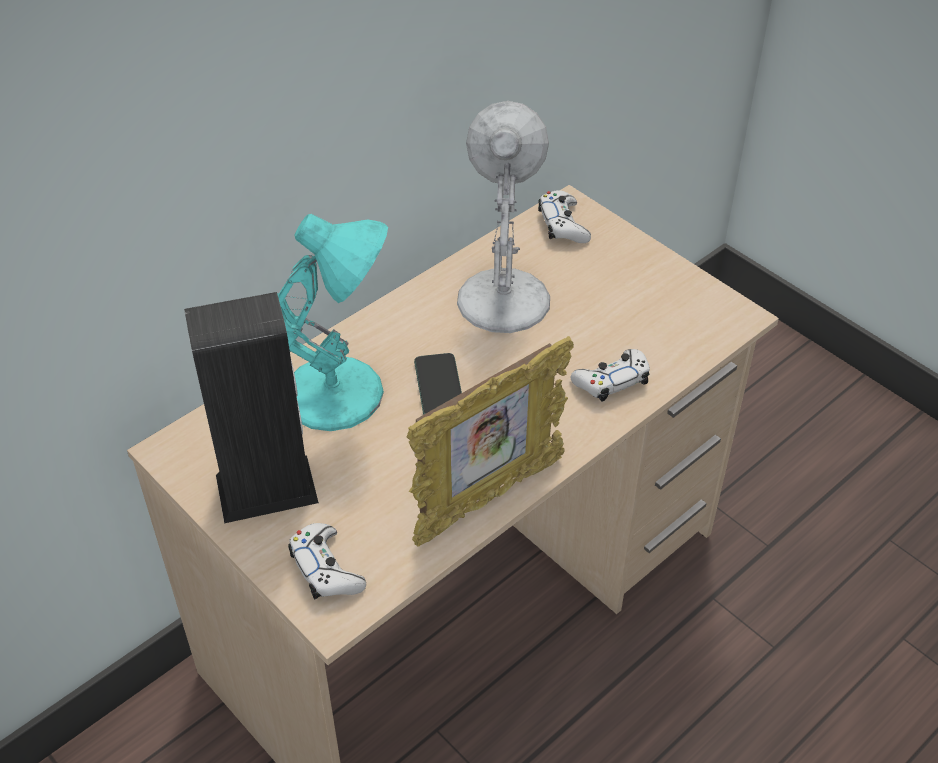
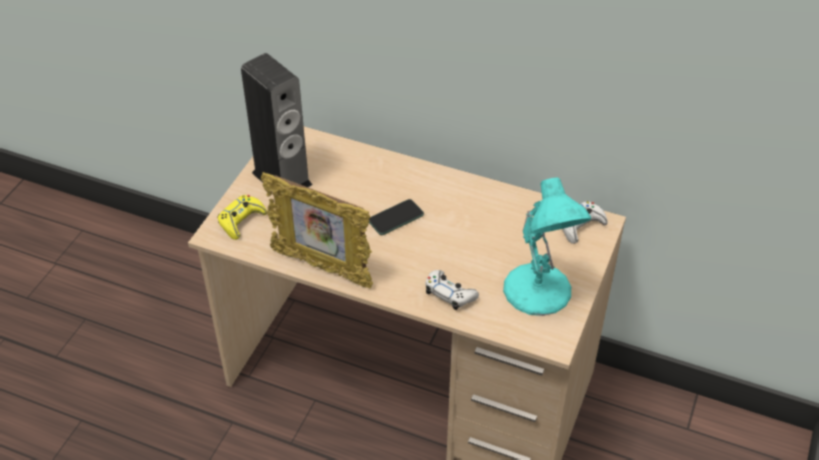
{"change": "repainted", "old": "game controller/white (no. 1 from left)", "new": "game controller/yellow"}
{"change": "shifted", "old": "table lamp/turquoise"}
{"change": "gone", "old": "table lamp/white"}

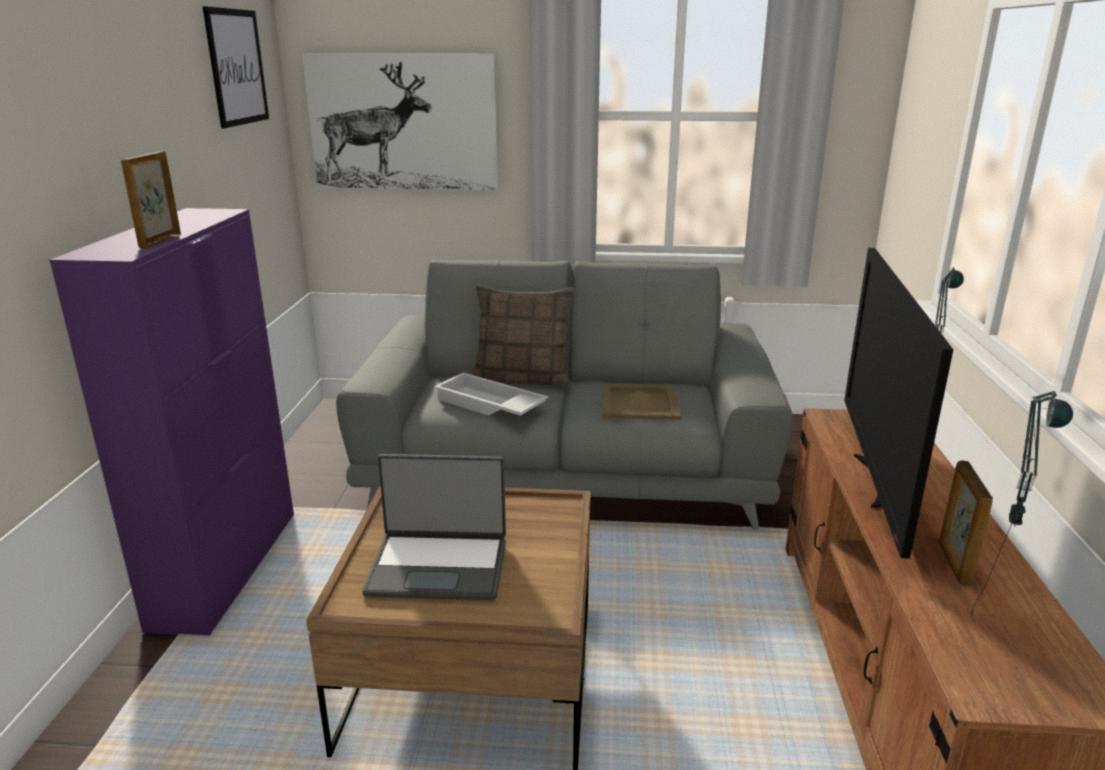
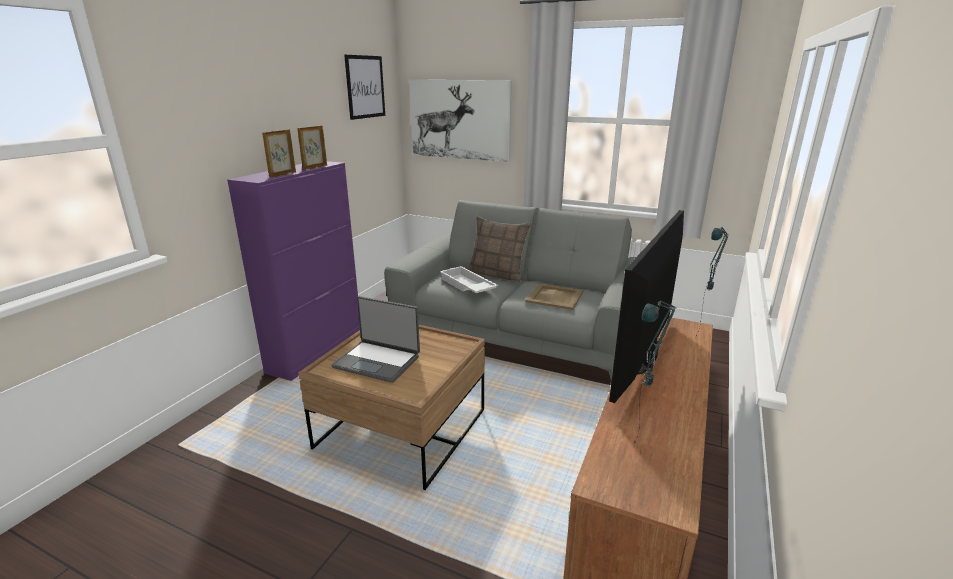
{"change": "shifted", "old": "picture frame (no. 2 from left)"}

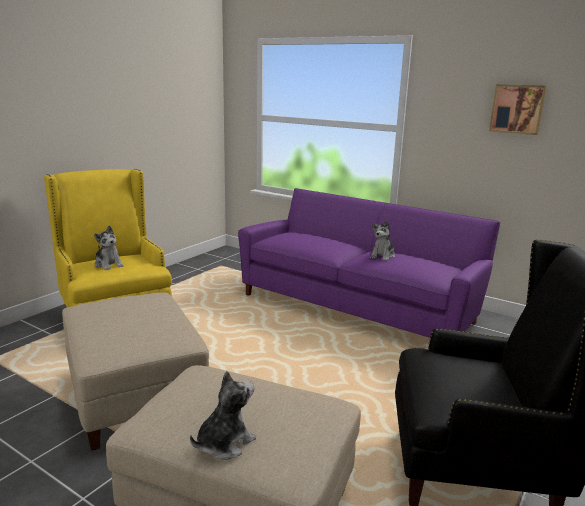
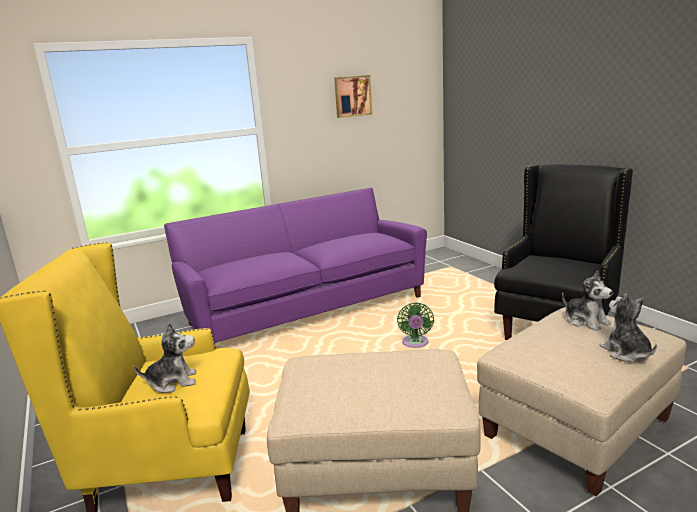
{"change": "new", "new": "fan/green"}
{"change": "shifted", "old": "plush toy (no. 3 from left in the first image)", "new": "plush toy (no. 2 from left)"}

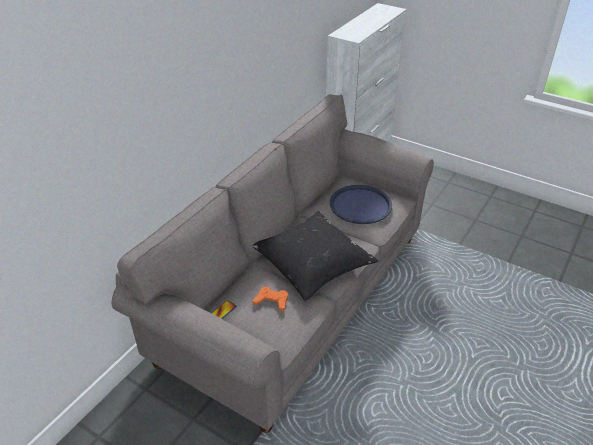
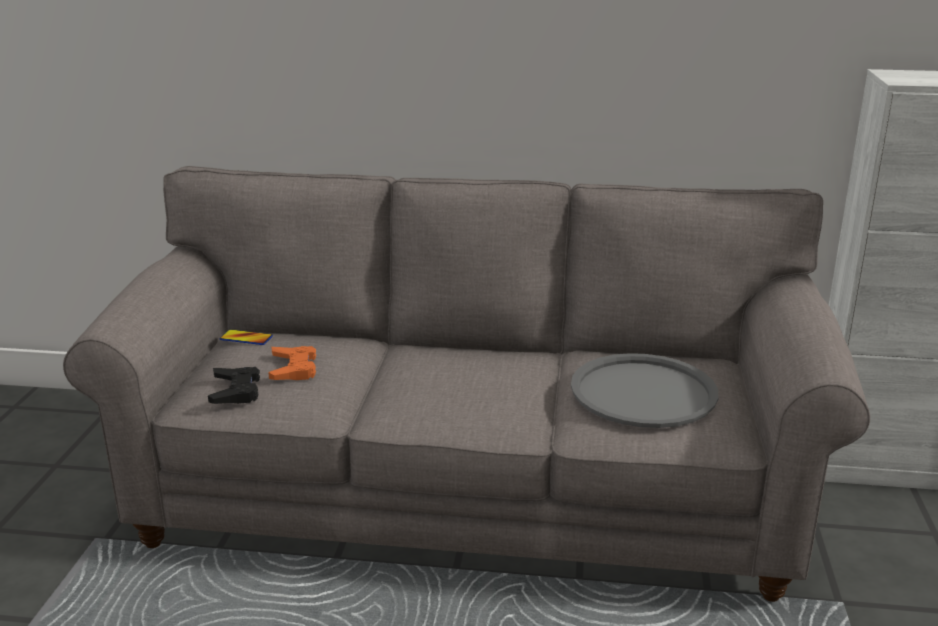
{"change": "new", "new": "game controller/black"}
{"change": "repainted", "old": "tray/blue", "new": "tray/grey"}
{"change": "gone", "old": "pillow/black"}

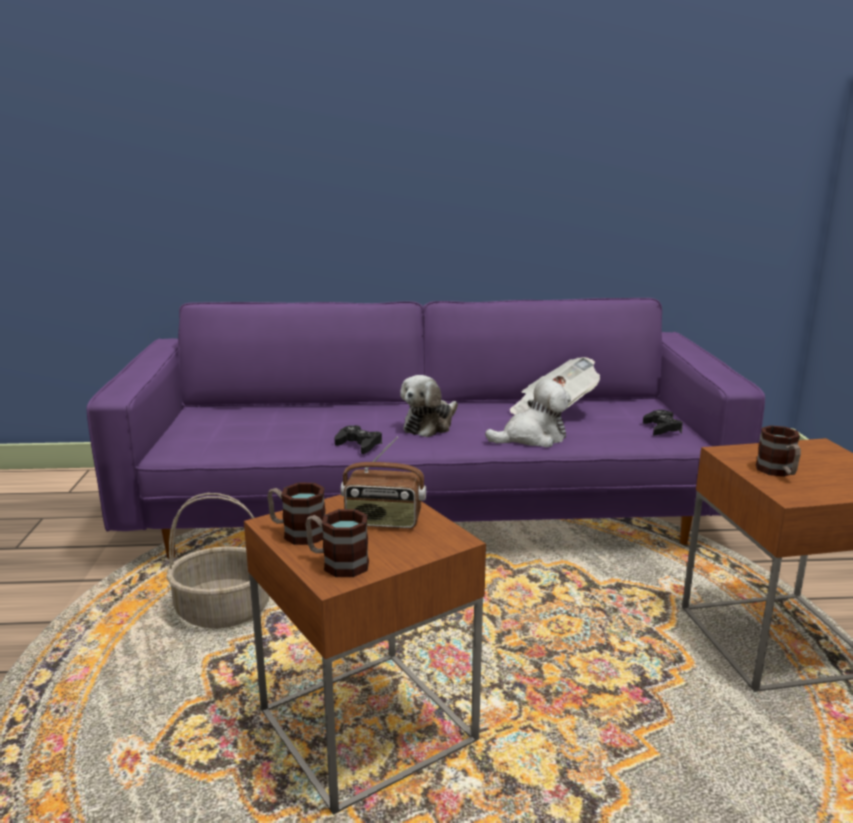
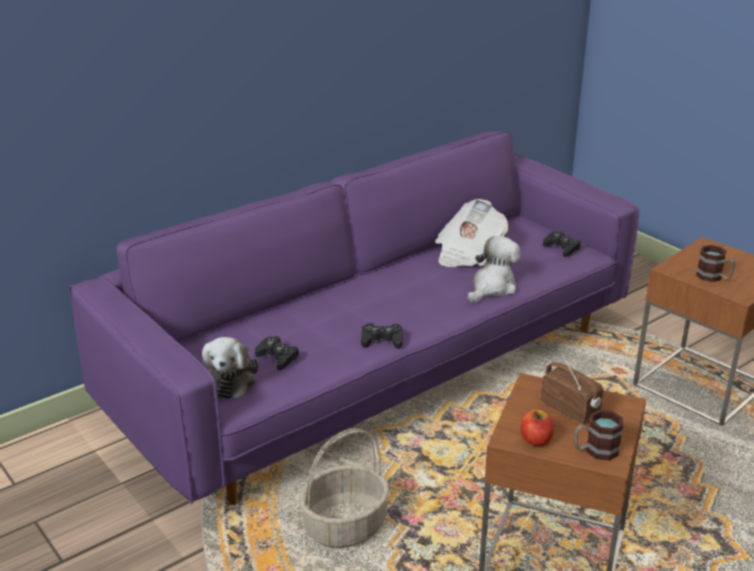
{"change": "shifted", "old": "plush toy (no. 1 from left)"}
{"change": "new", "new": "game controller/black (no. 1 from left)"}
{"change": "swapped", "old": "mug (no. 1 from left)", "new": "apple"}
{"change": "rotated", "old": "radio", "degrees": -105}

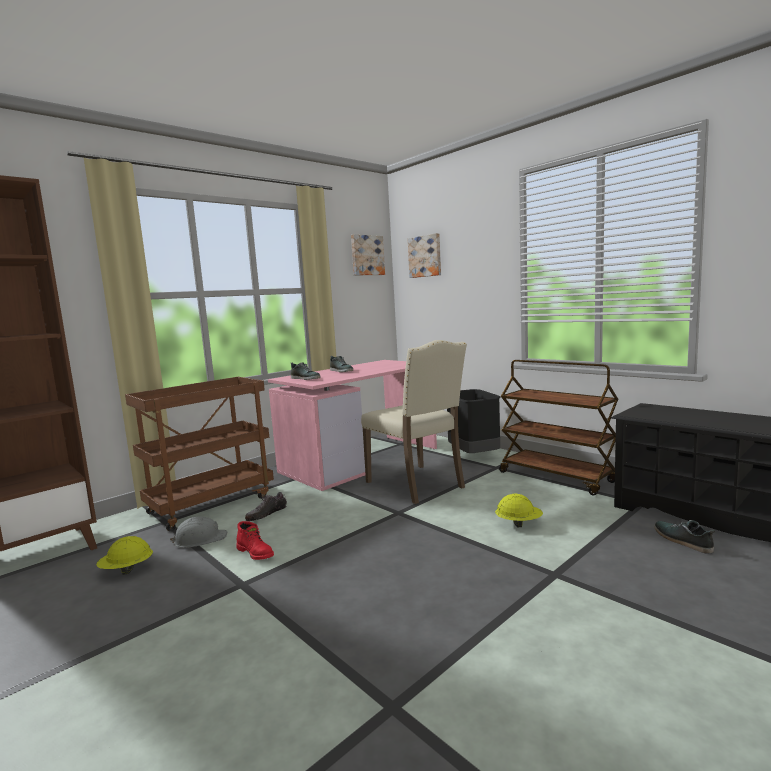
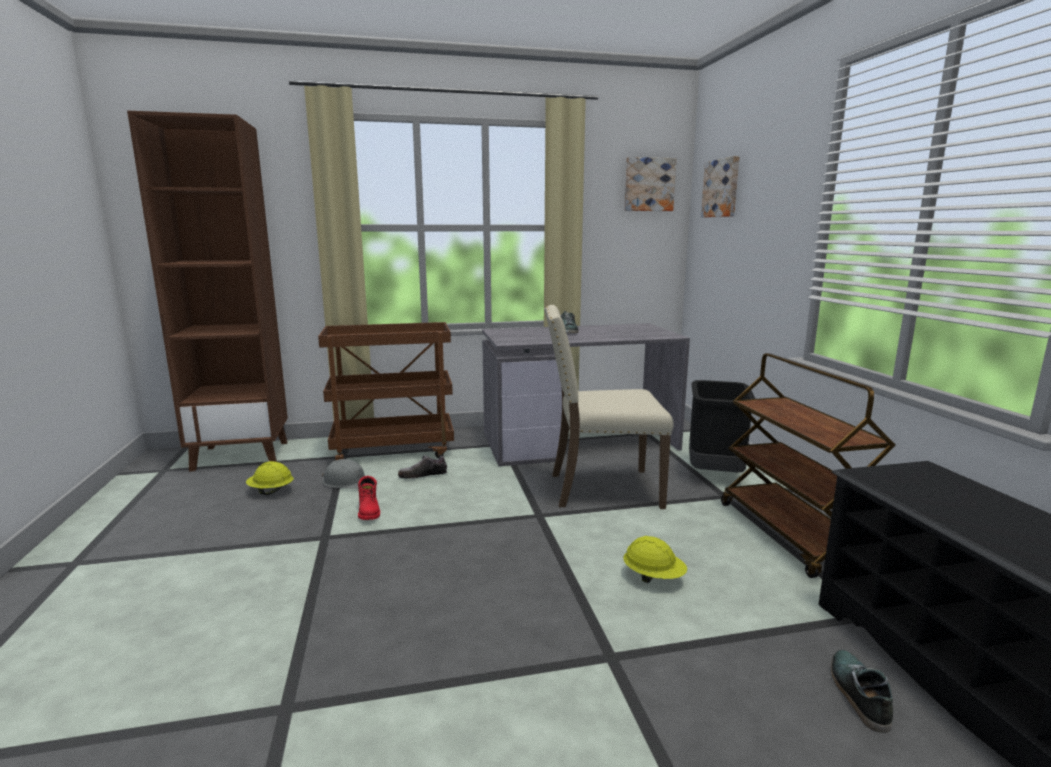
{"change": "repainted", "old": "desk/pink", "new": "desk/grey"}
{"change": "rotated", "old": "chair/beige", "degrees": 90}
{"change": "gone", "old": "shoe (no. 2 from left)"}

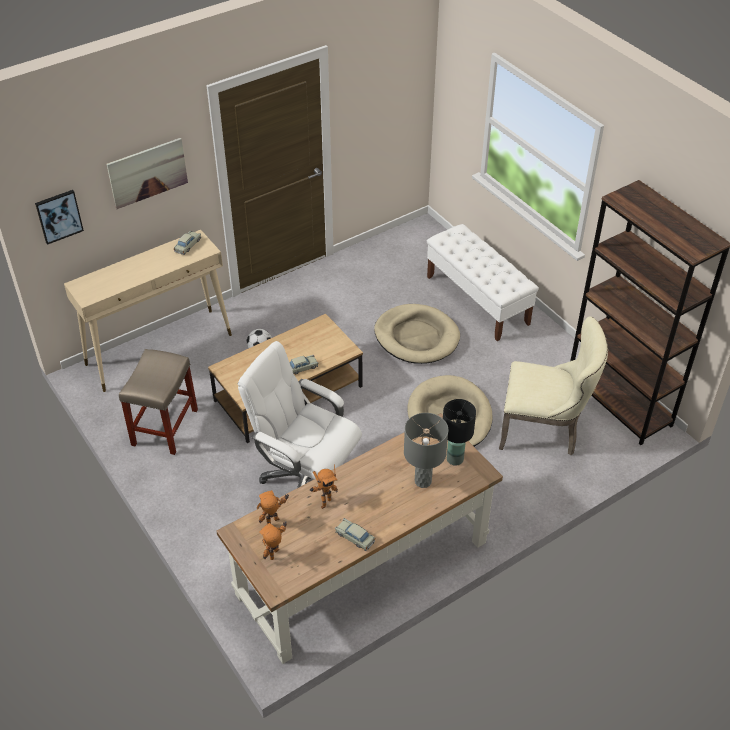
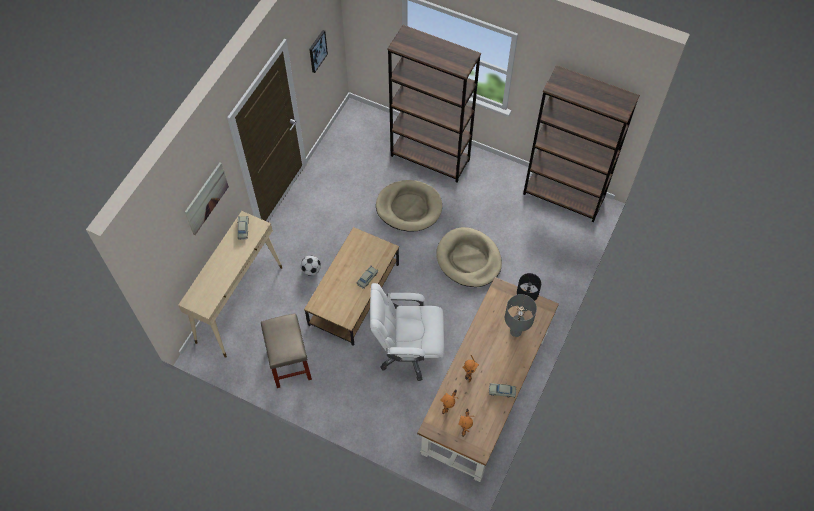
{"change": "shifted", "old": "picture (no. 1 from left in the first image)", "new": "picture (no. 2 from left)"}
{"change": "swapped", "old": "bench/white", "new": "bookcase/brown (no. 1 from left)"}
{"change": "gone", "old": "chair/beige"}

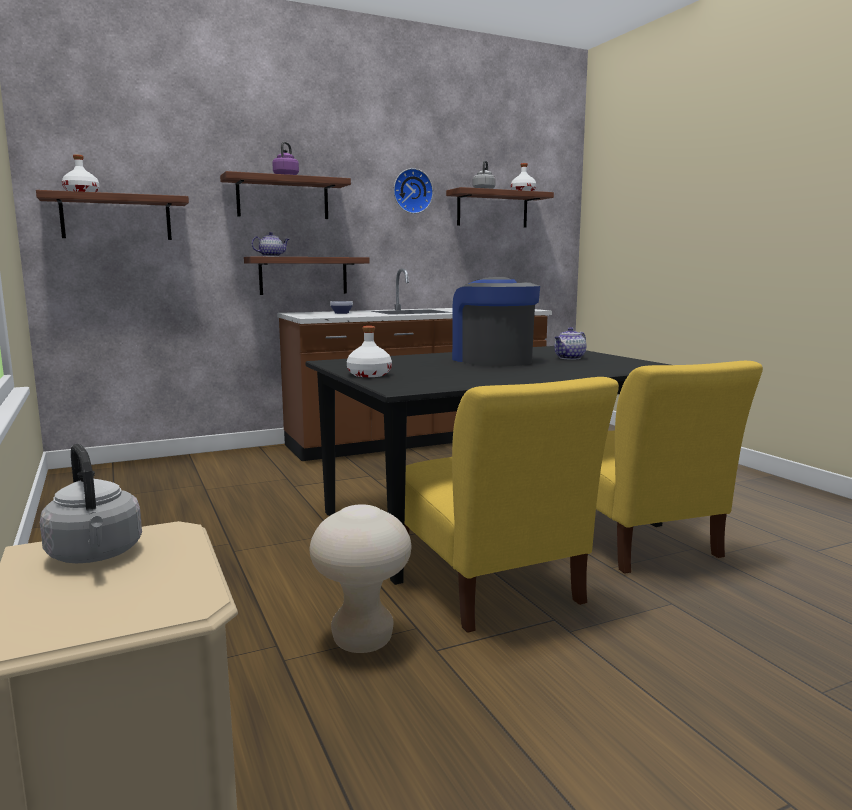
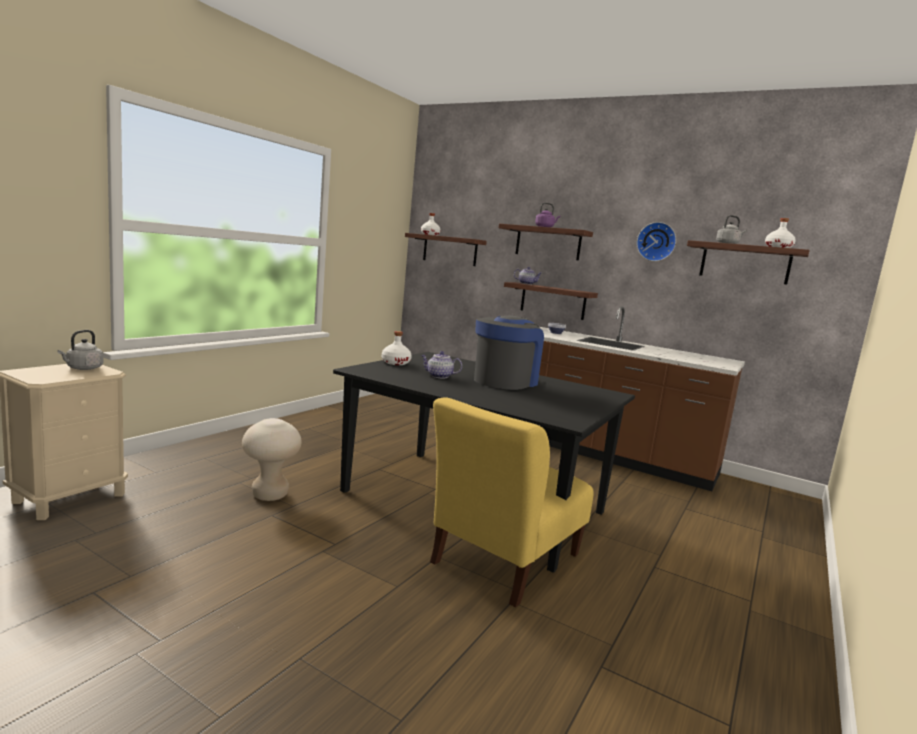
{"change": "shifted", "old": "teapot (no. 2 from left in the first image)", "new": "teapot (no. 1 from left)"}
{"change": "gone", "old": "chair/yellow (no. 1 from left)"}

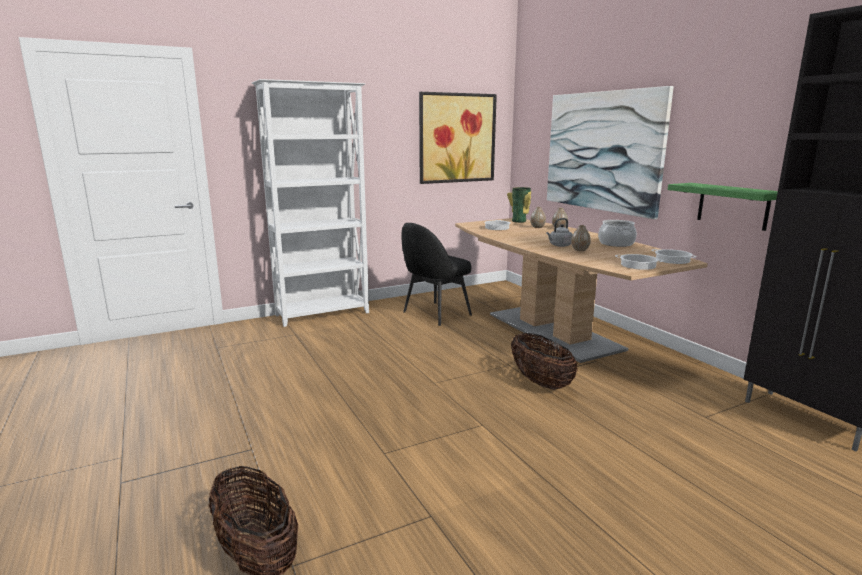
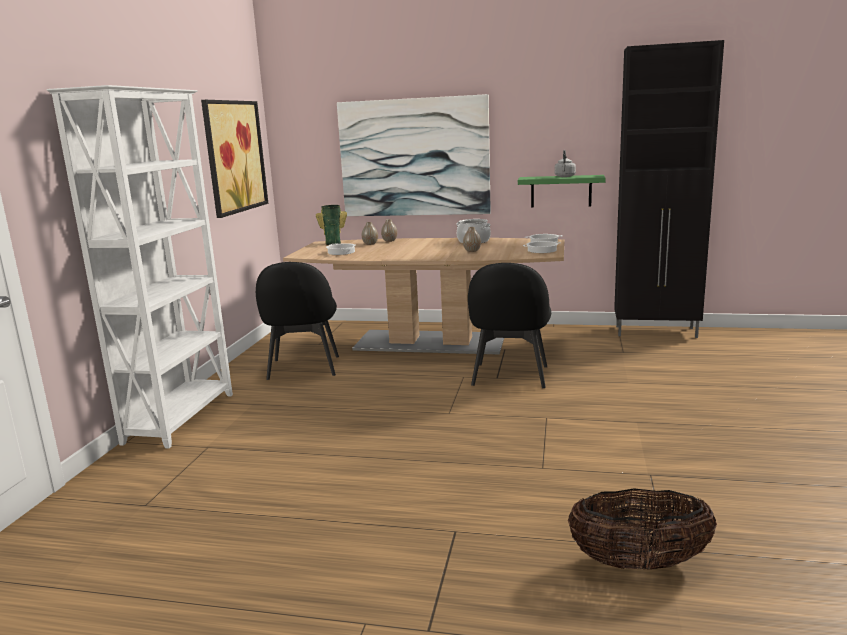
{"change": "swapped", "old": "basket (no. 2 from left)", "new": "chair/black (no. 2 from left)"}
{"change": "shifted", "old": "kettle/grey"}

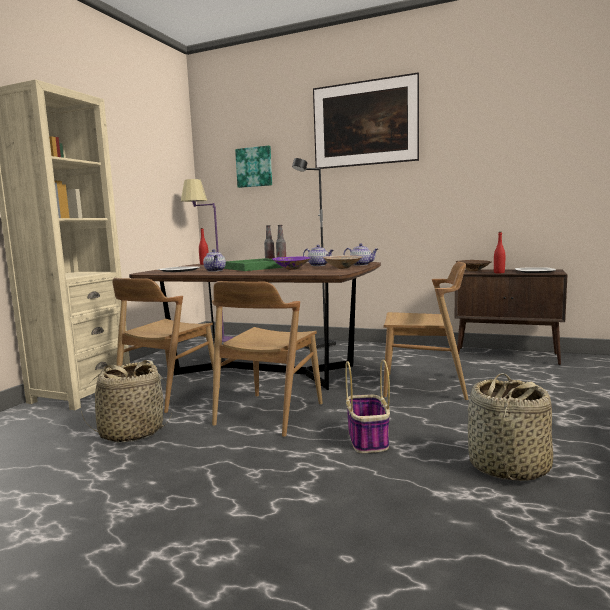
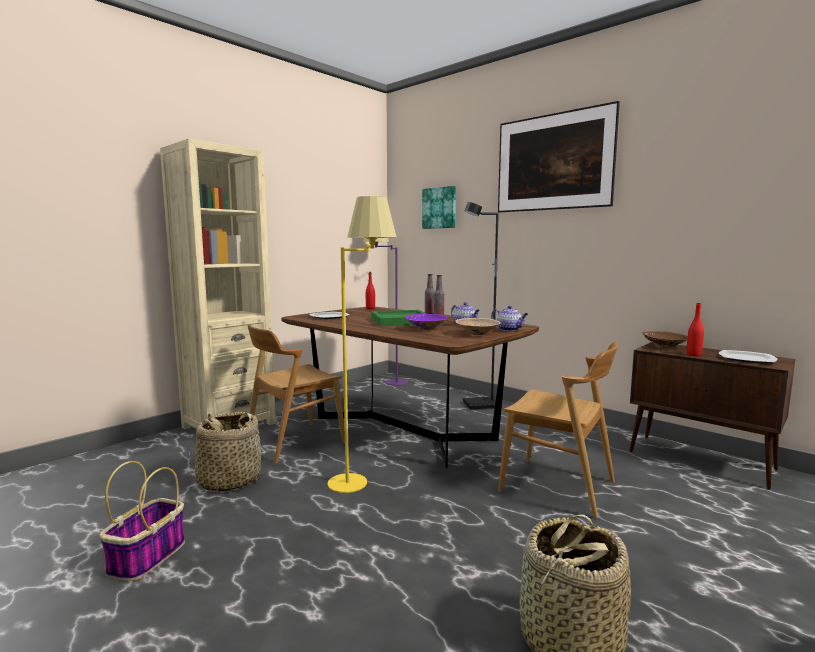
{"change": "shifted", "old": "basket (no. 2 from left in the first image)", "new": "basket (no. 1 from left)"}
{"change": "swapped", "old": "chair/brown (no. 2 from left)", "new": "floor lamp/yellow"}
{"change": "gone", "old": "teapot (no. 1 from left)"}

